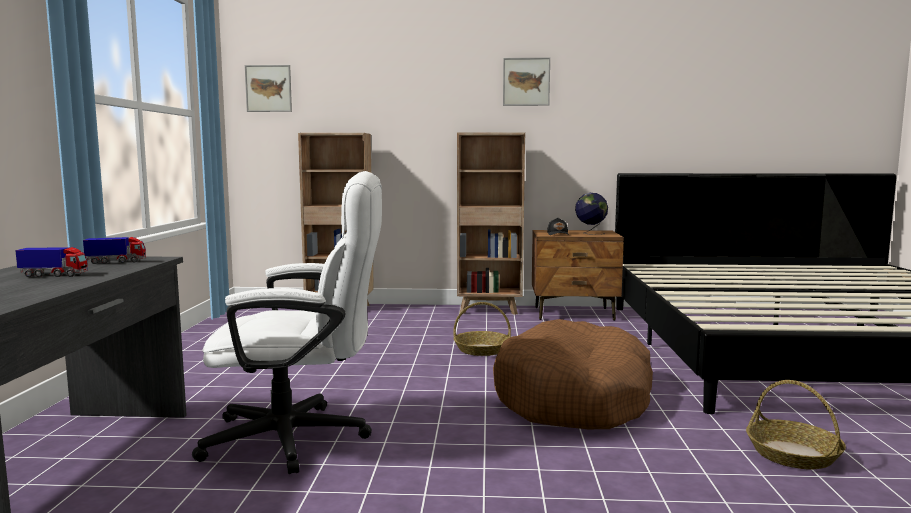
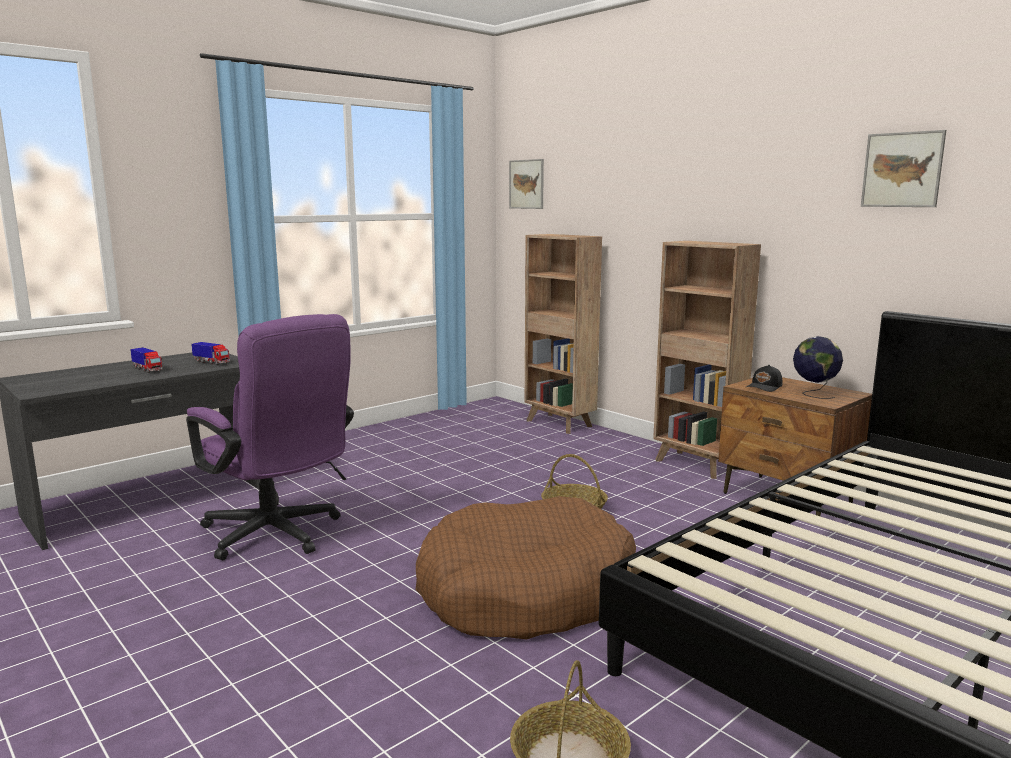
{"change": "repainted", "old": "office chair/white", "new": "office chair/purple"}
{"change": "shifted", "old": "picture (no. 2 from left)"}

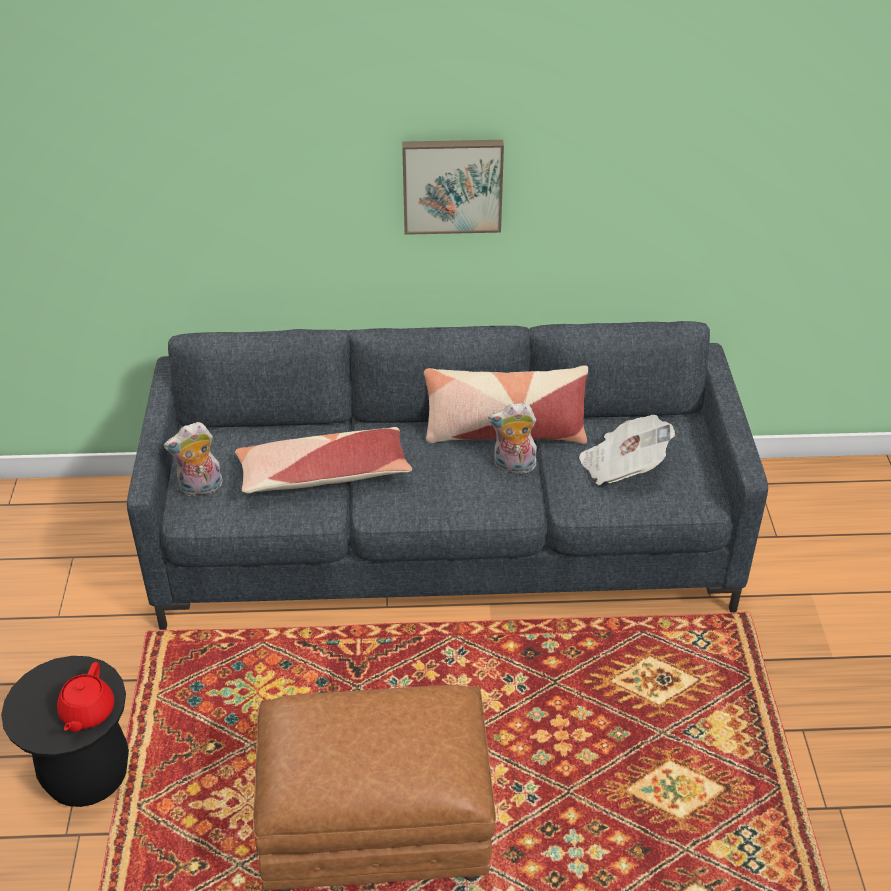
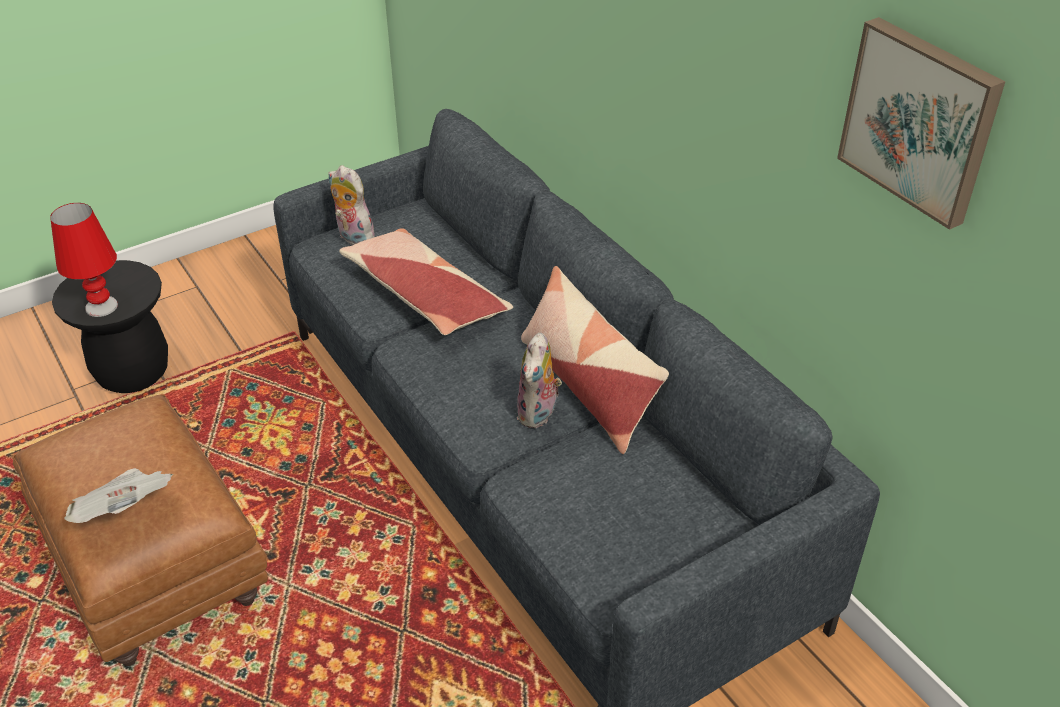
{"change": "swapped", "old": "teapot/red", "new": "table lamp/red"}
{"change": "shifted", "old": "newspaper"}
{"change": "rotated", "old": "plush toy (no. 2 from left)", "degrees": -135}
{"change": "shifted", "old": "picture"}

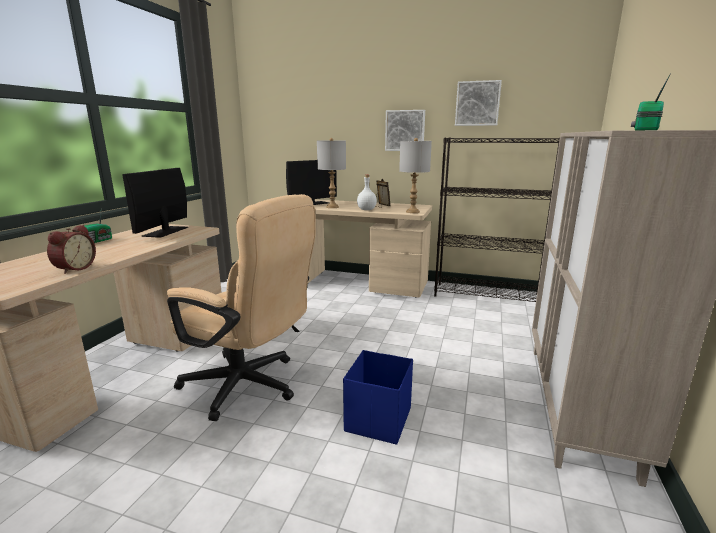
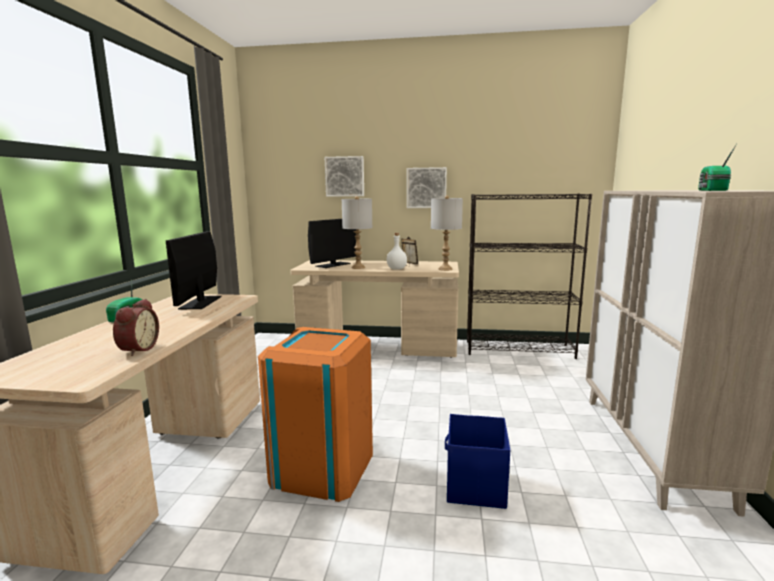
{"change": "swapped", "old": "office chair/beige", "new": "trash can/orange"}
{"change": "shifted", "old": "picture (no. 2 from left in the first image)", "new": "picture (no. 1 from left)"}

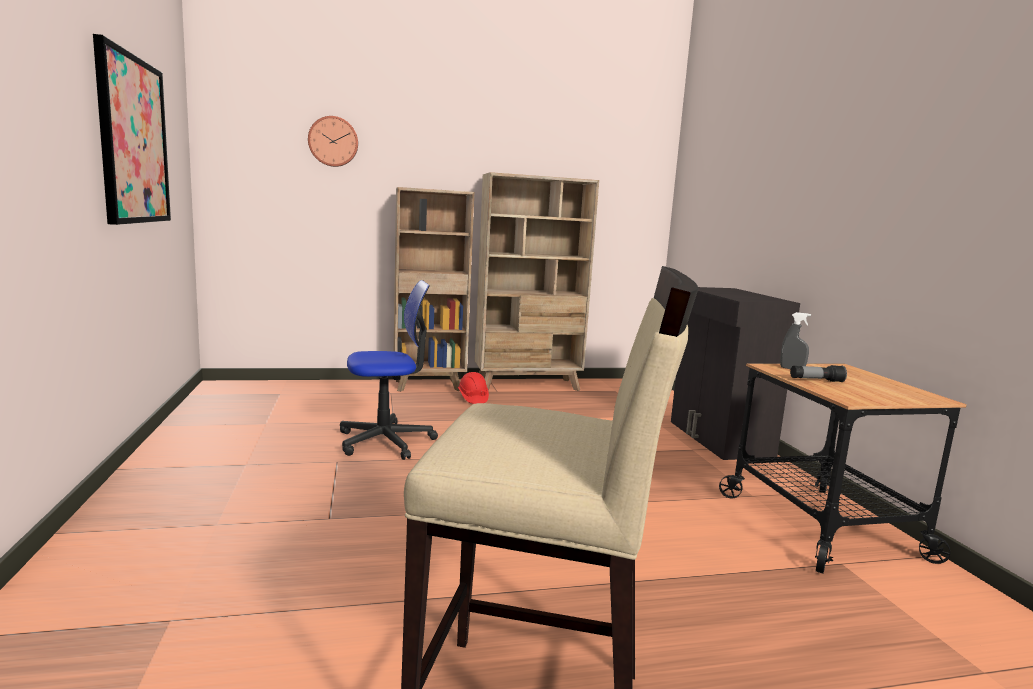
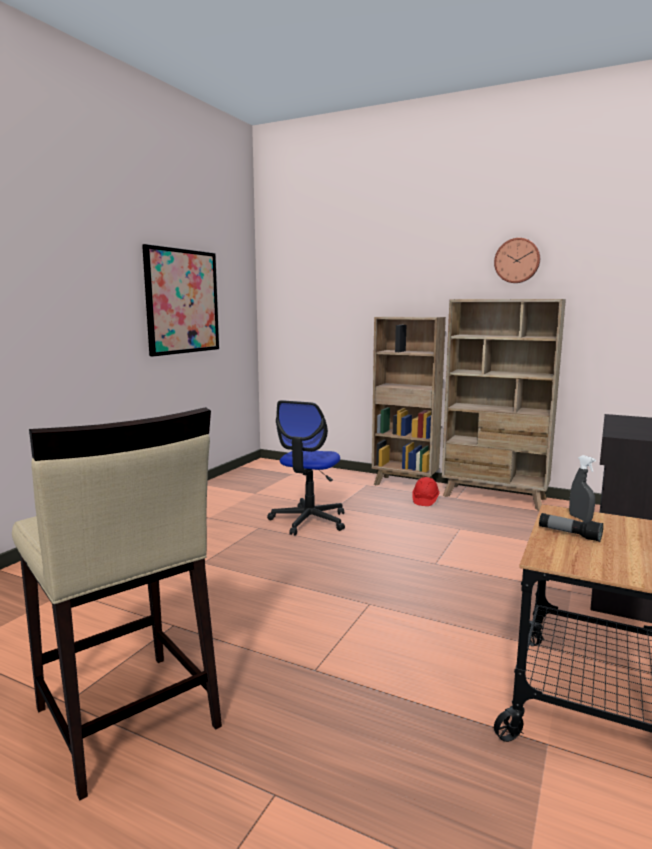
{"change": "rotated", "old": "office chair", "degrees": 90}
{"change": "shifted", "old": "wall clock"}

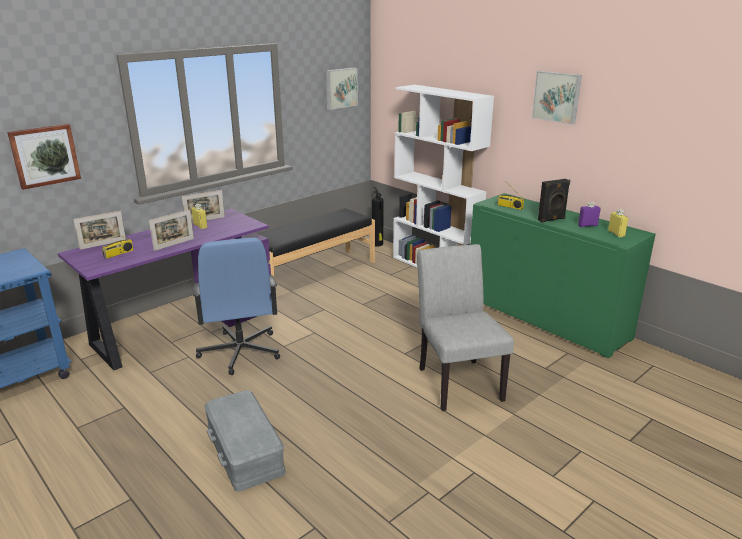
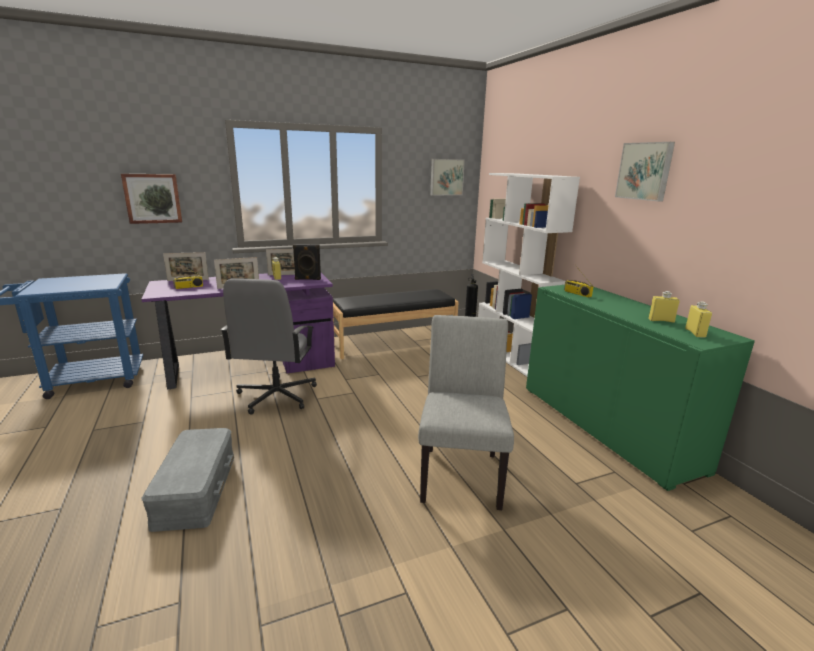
{"change": "repainted", "old": "office chair/blue", "new": "office chair/grey"}
{"change": "shifted", "old": "speaker/black"}
{"change": "repainted", "old": "bottle/purple", "new": "bottle/yellow (no. 2 from left)"}

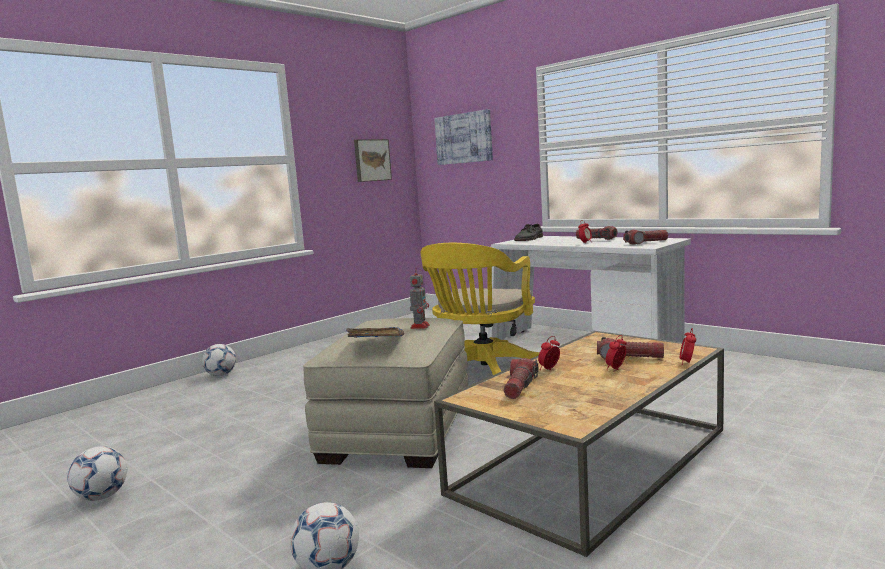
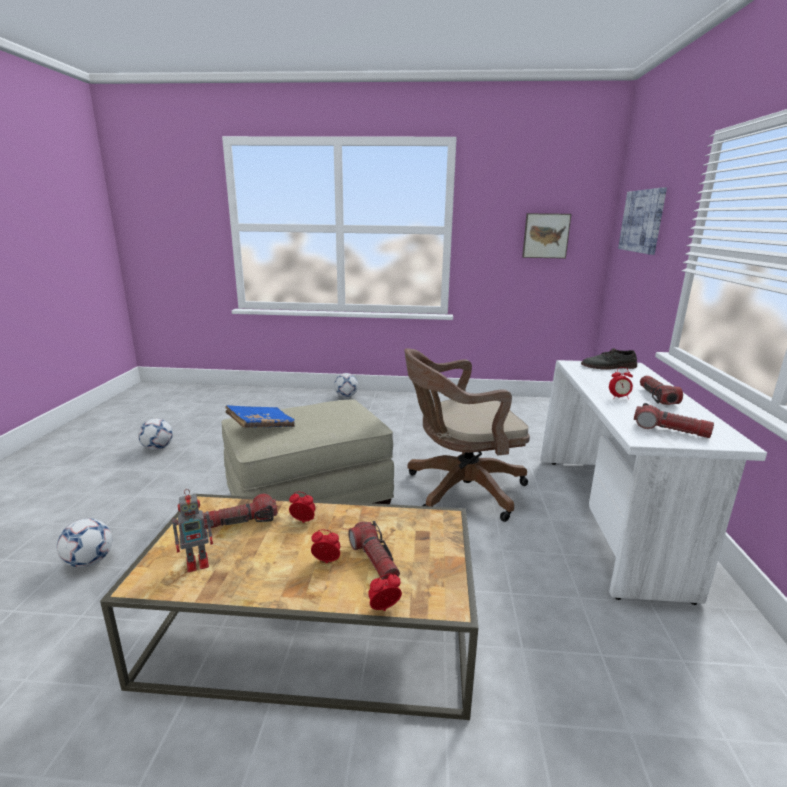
{"change": "shifted", "old": "toy robot"}
{"change": "repainted", "old": "office chair/yellow", "new": "office chair/brown"}

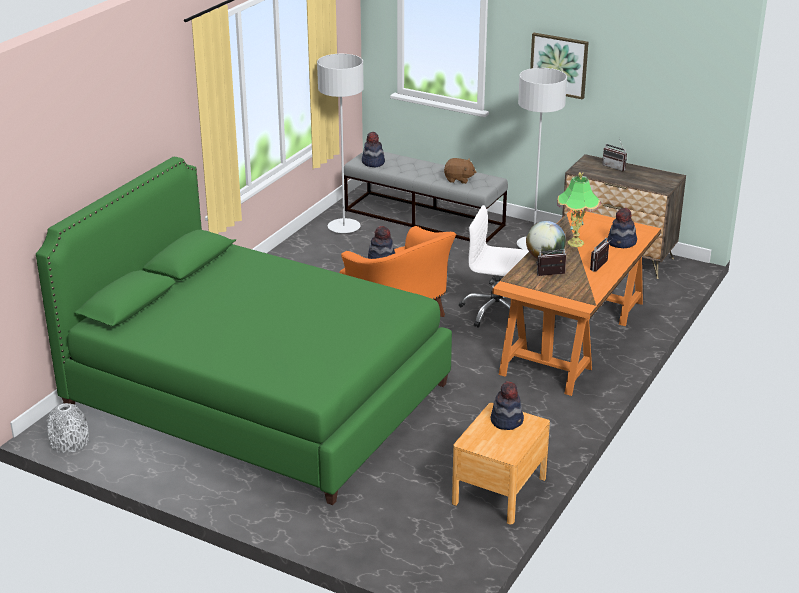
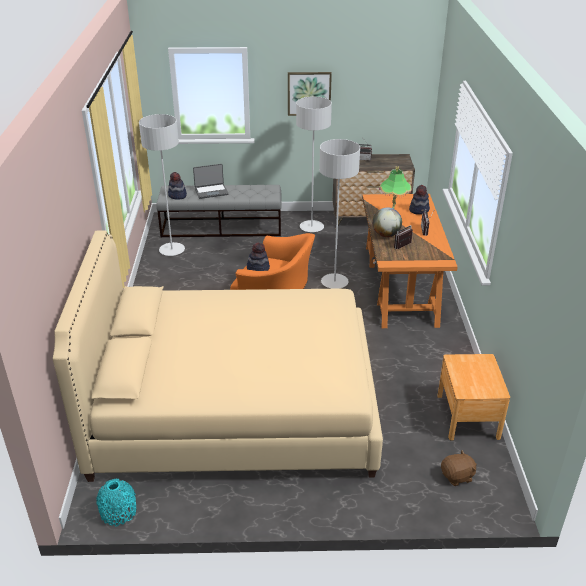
{"change": "repainted", "old": "bed/green", "new": "bed/beige"}
{"change": "repainted", "old": "vase/grey", "new": "vase/turquoise"}
{"change": "new", "new": "laptop"}
{"change": "swapped", "old": "office chair/white", "new": "floor lamp/grey (no. 3 from left)"}
{"change": "shifted", "old": "plush toy/brown"}
{"change": "gone", "old": "hat (no. 3 from left)"}

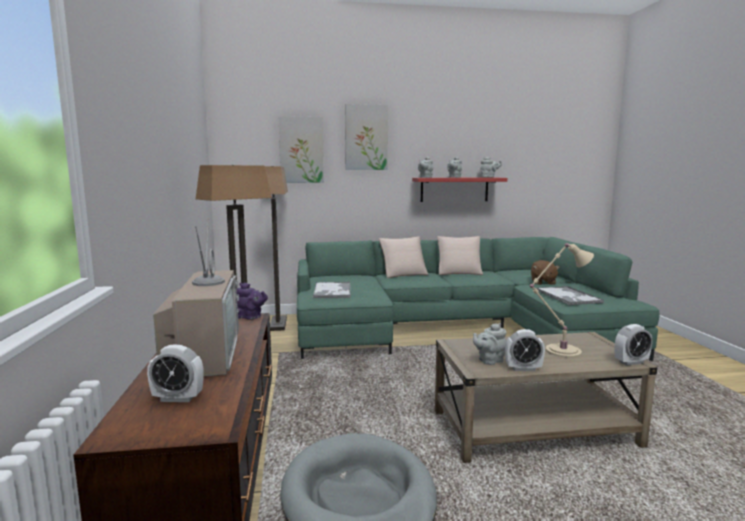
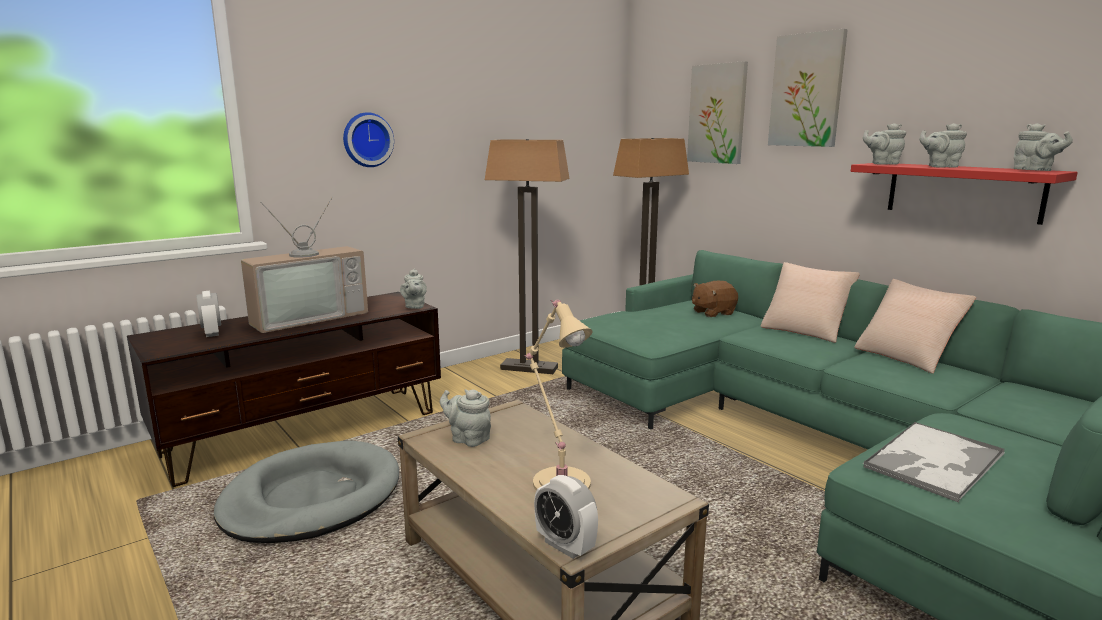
{"change": "new", "new": "wall clock"}
{"change": "repainted", "old": "teapot/purple", "new": "teapot/grey (no. 1 from left)"}
{"change": "shifted", "old": "plush toy/brown"}
{"change": "gone", "old": "tray (no. 1 from left)"}
{"change": "gone", "old": "alarm clock (no. 2 from left)"}

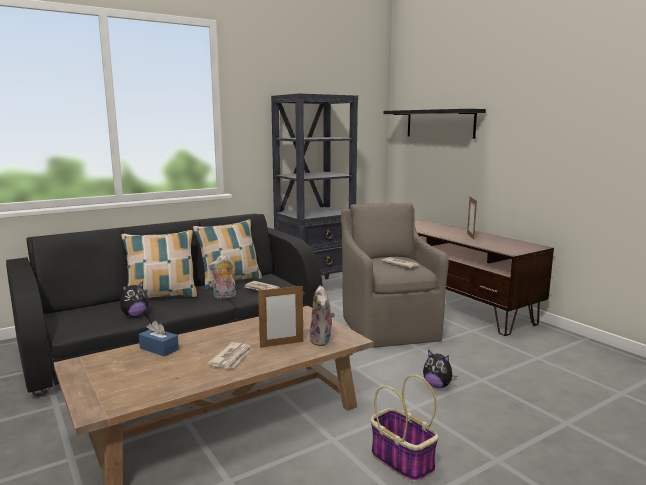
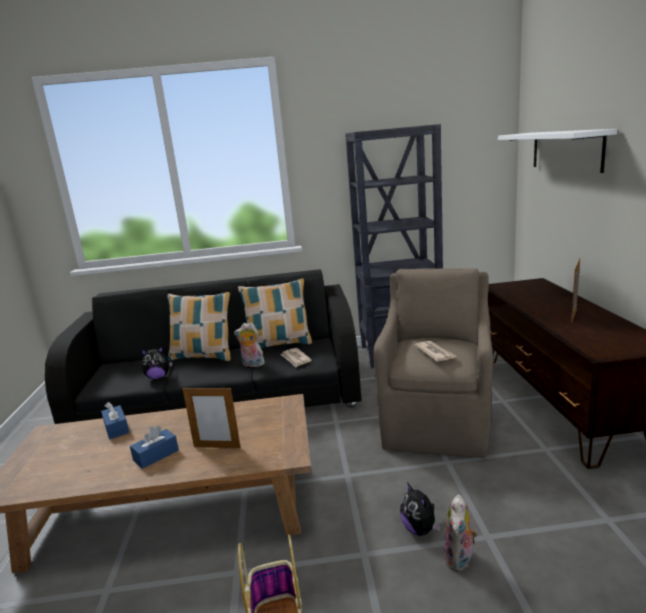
{"change": "swapped", "old": "newspaper (no. 1 from left)", "new": "tissue box/blue (no. 2 from left)"}
{"change": "shifted", "old": "plush toy (no. 3 from left in the first image)", "new": "plush toy (no. 4 from left)"}
{"change": "repainted", "old": "shelf/black", "new": "shelf/white"}

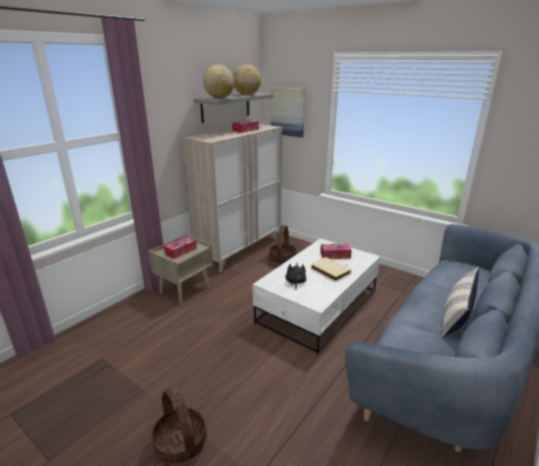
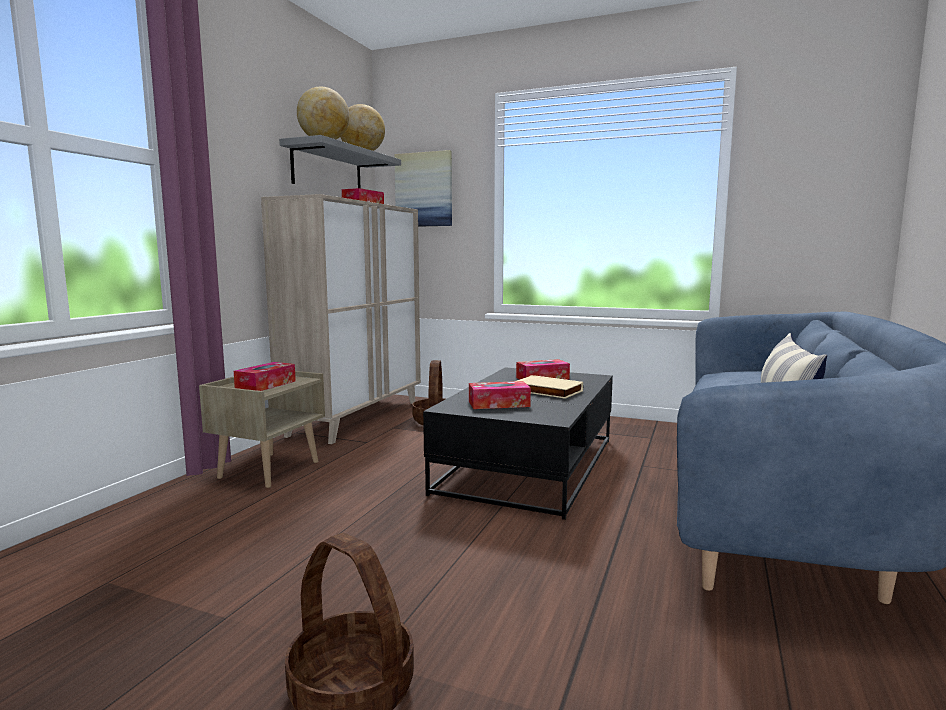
{"change": "repainted", "old": "coffee table/white", "new": "coffee table/black"}
{"change": "swapped", "old": "plush toy/black", "new": "tissue box (no. 3 from left)"}

